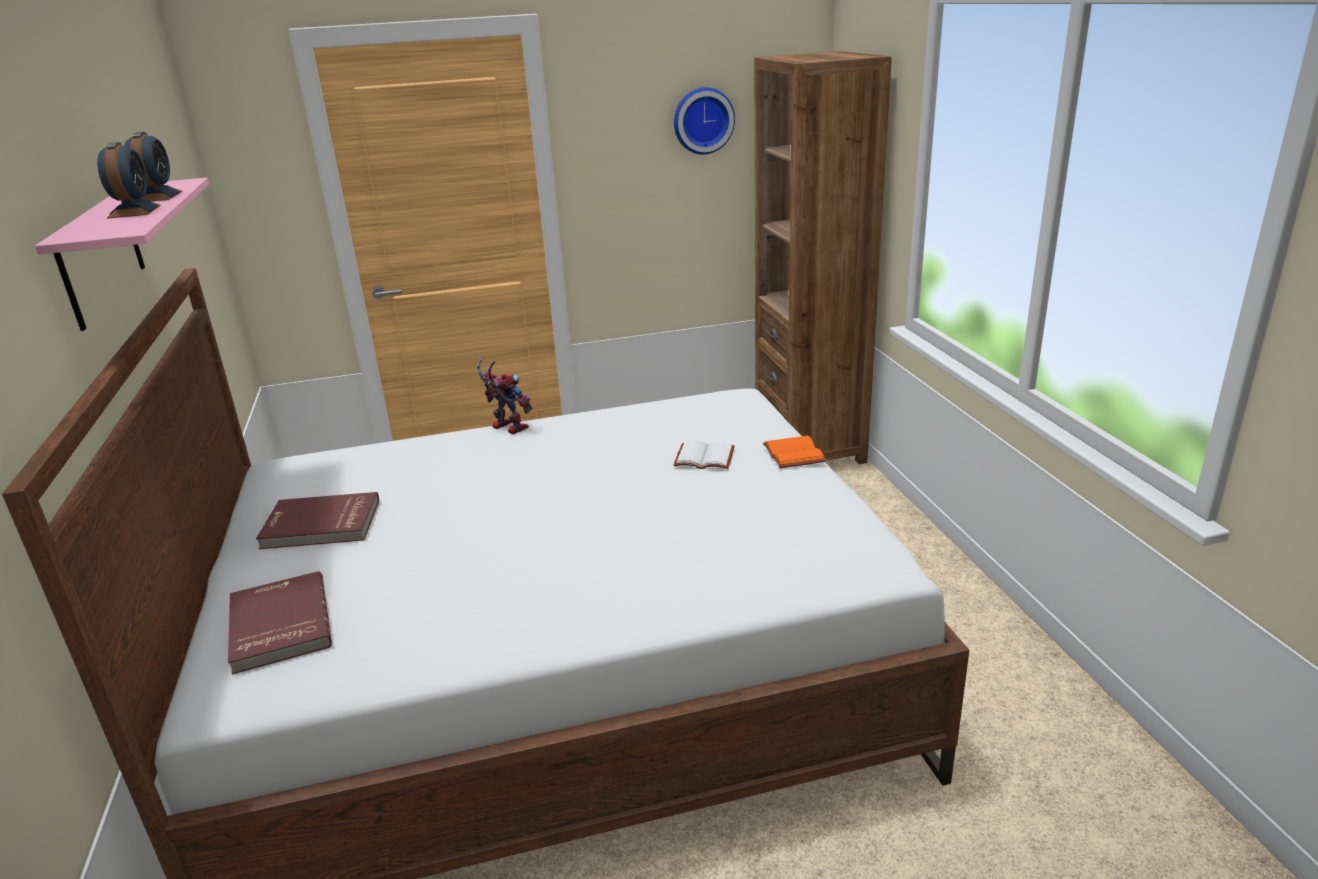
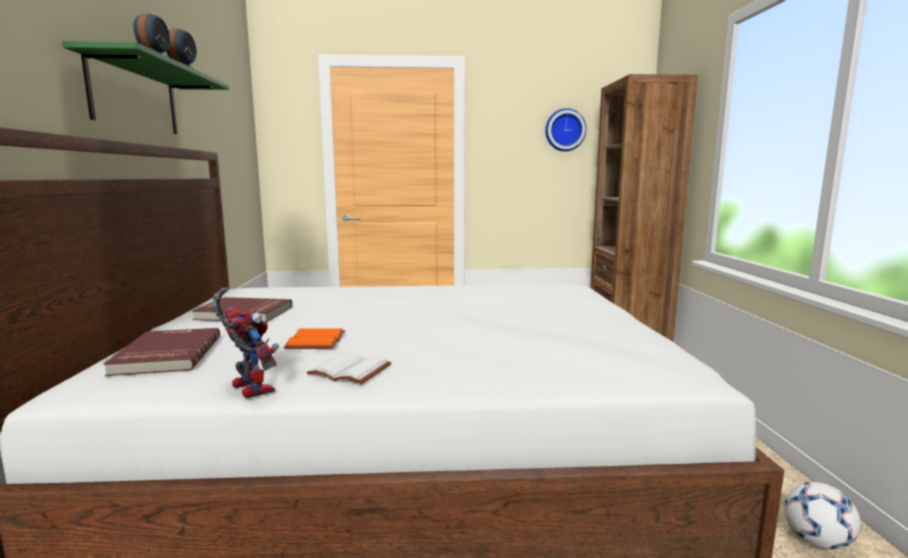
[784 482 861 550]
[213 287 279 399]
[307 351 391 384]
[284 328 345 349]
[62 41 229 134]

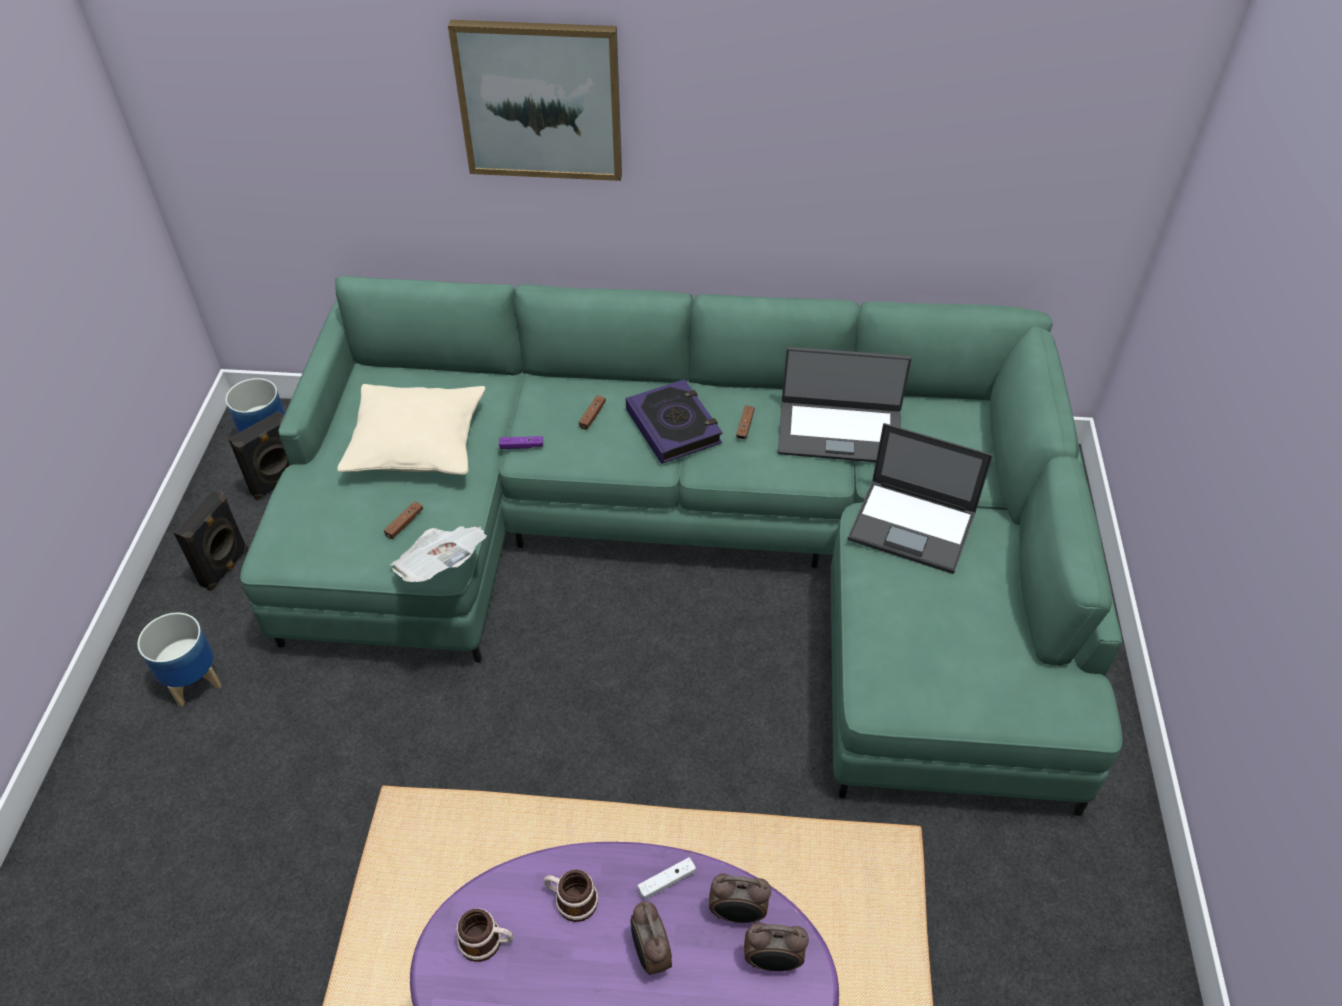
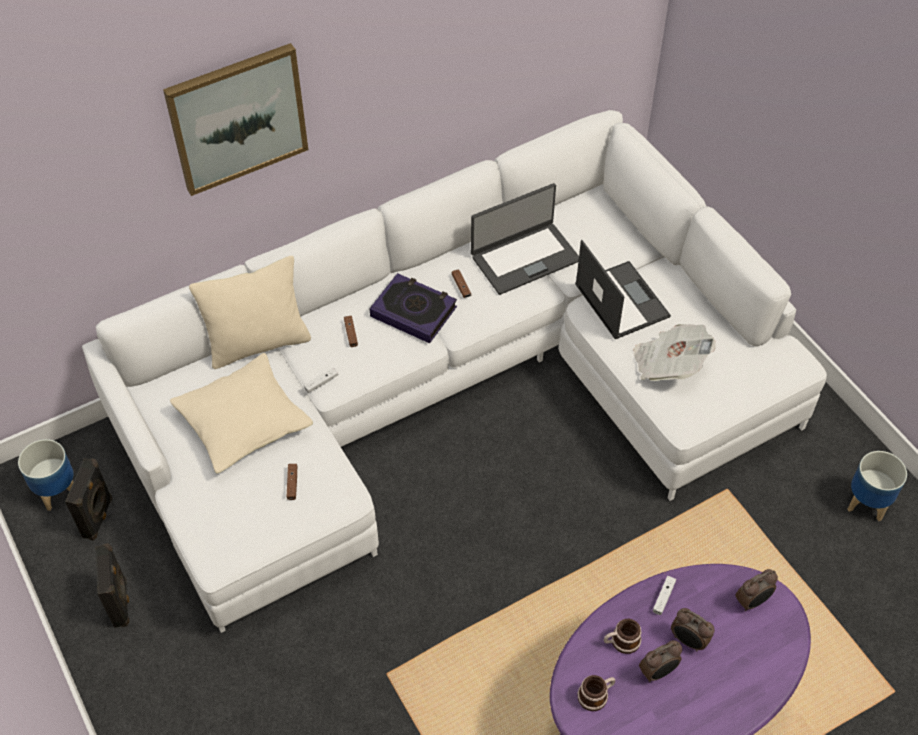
[189 256 311 369]
[847 451 907 521]
[633 324 716 381]
[639 640 682 682]
[82 110 827 633]
[304 368 338 393]
[575 240 671 339]

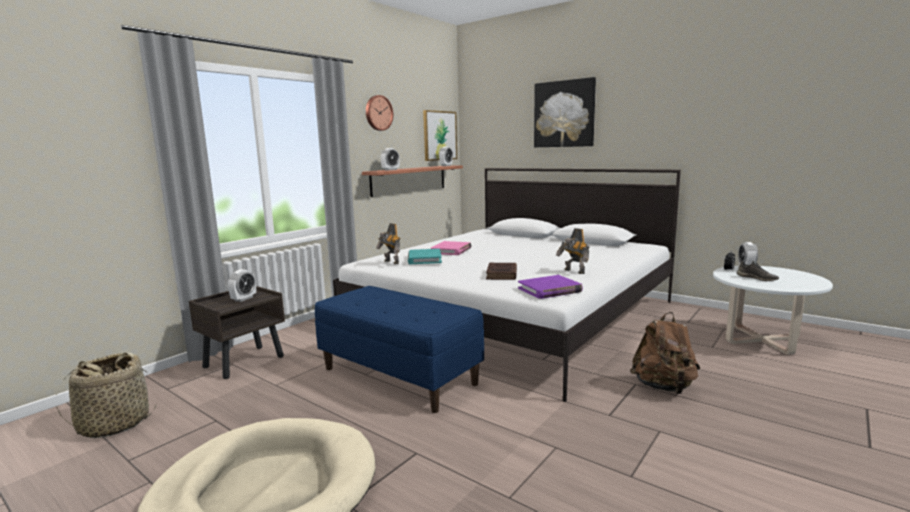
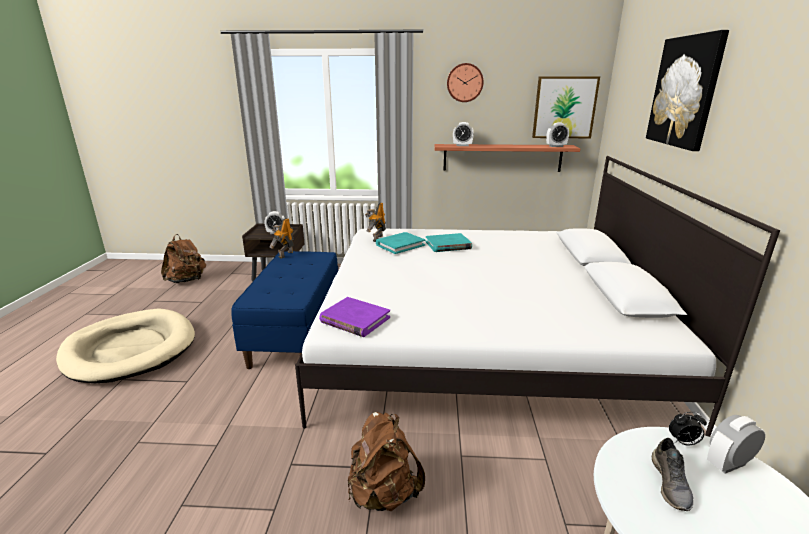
[486 263 517 280] (first image)
[270 218 294 259]
[161 234 206 283]
[426 233 472 252]

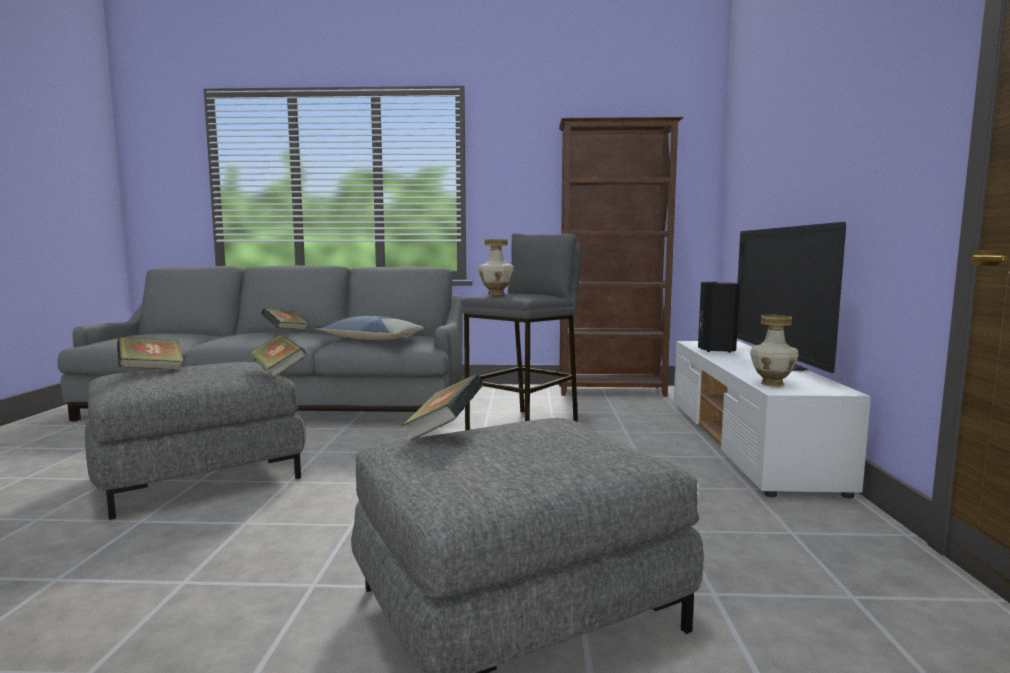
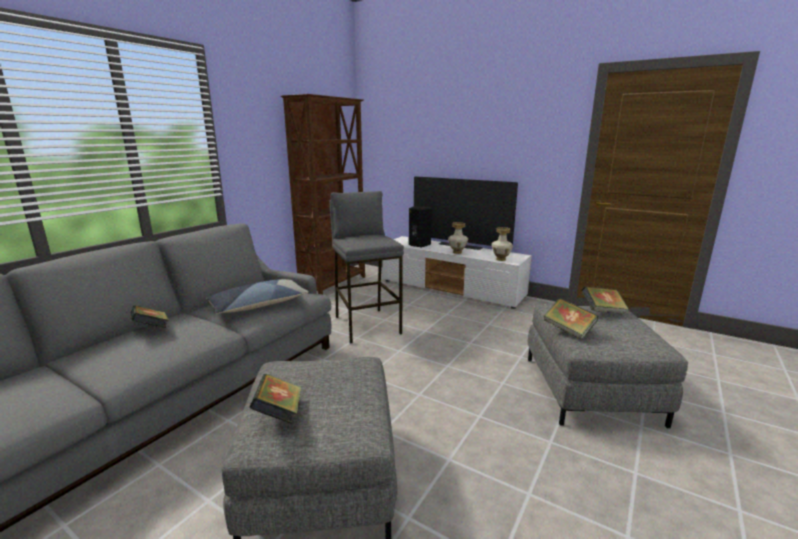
[582 286 628 314]
[448 222 468 254]

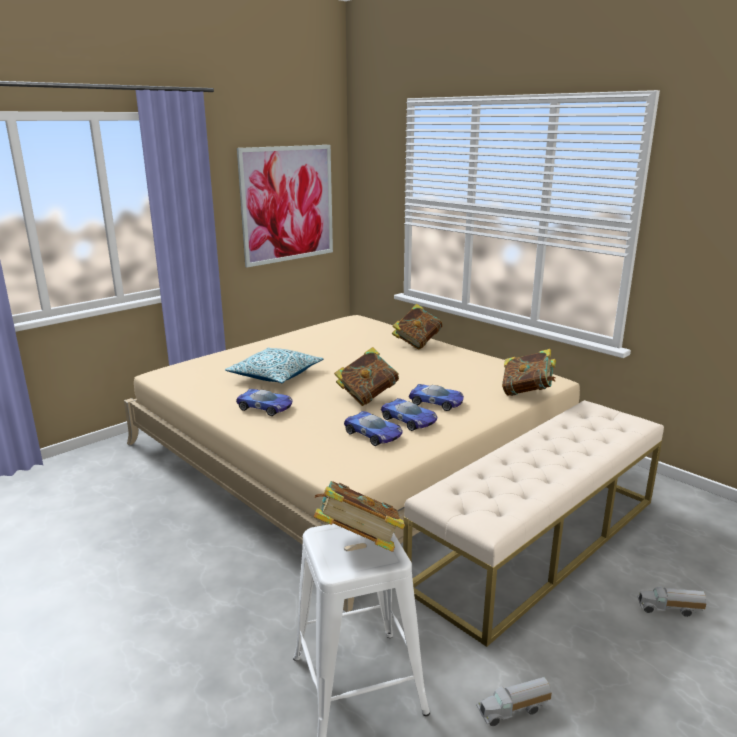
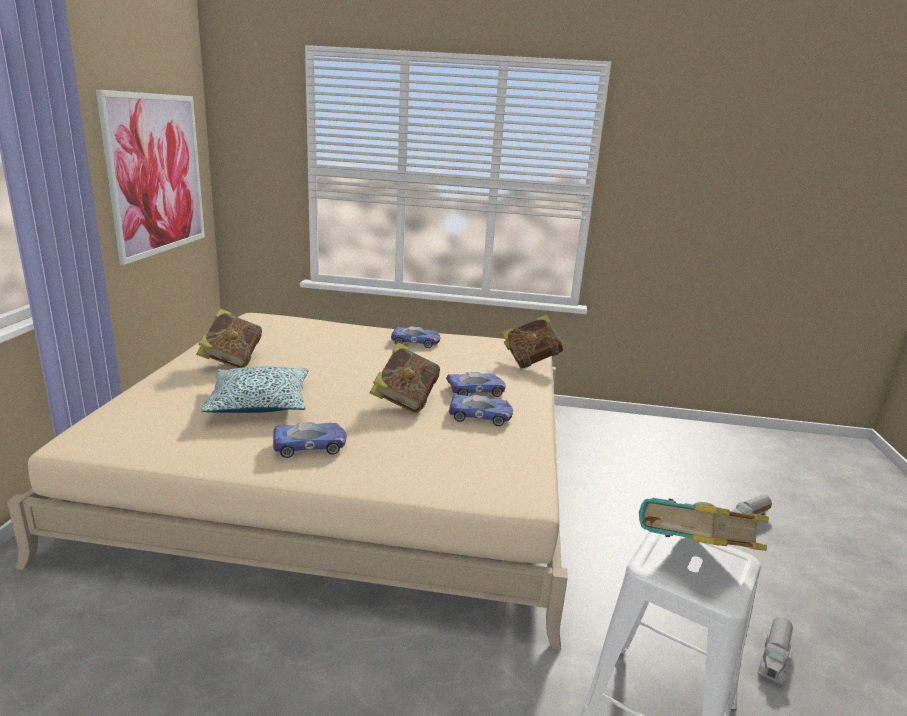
[403 400 664 647] (first image)
[391 326 441 348]
[196 309 262 368]

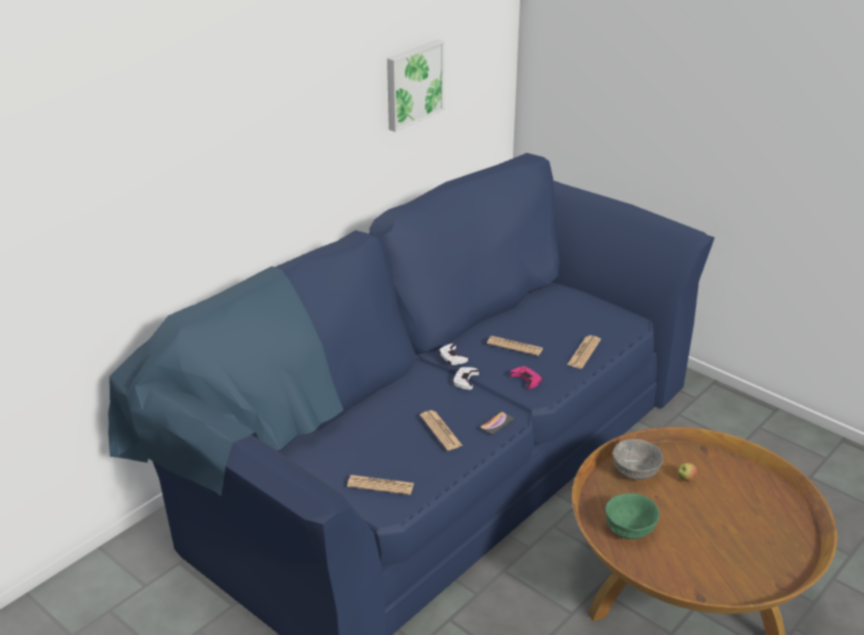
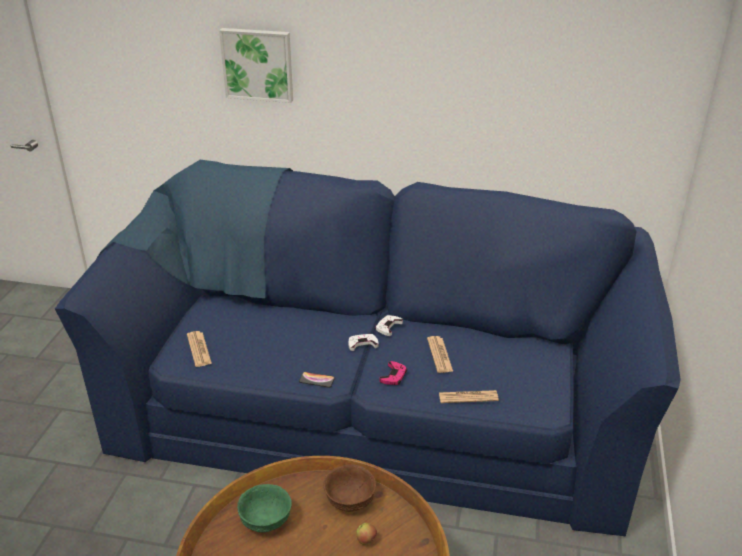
[420 410 463 450] (first image)
[219 28 293 103]
[323 465 376 512]

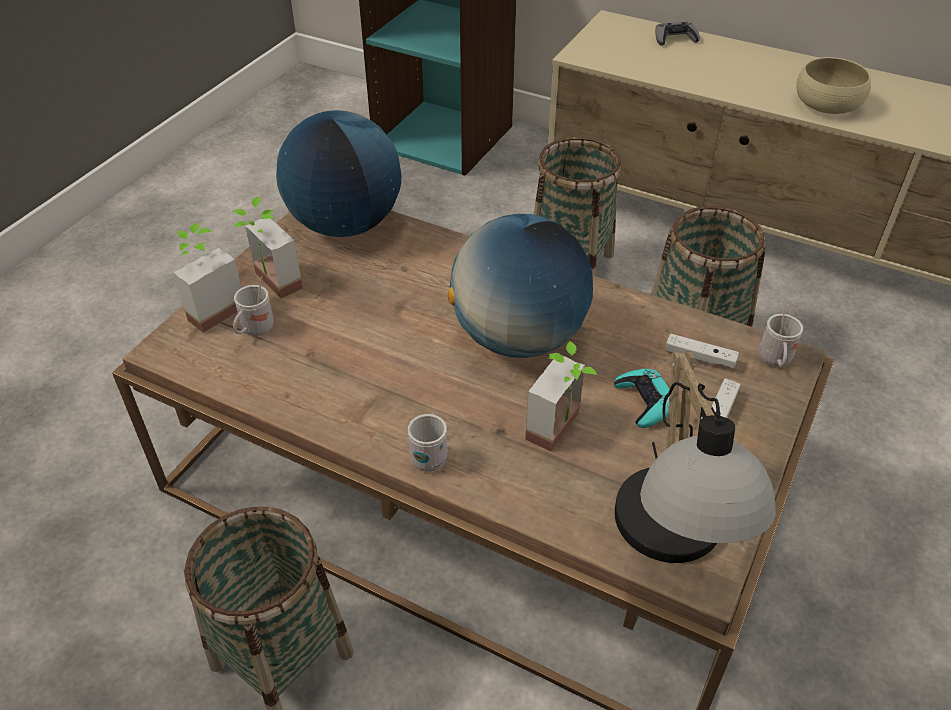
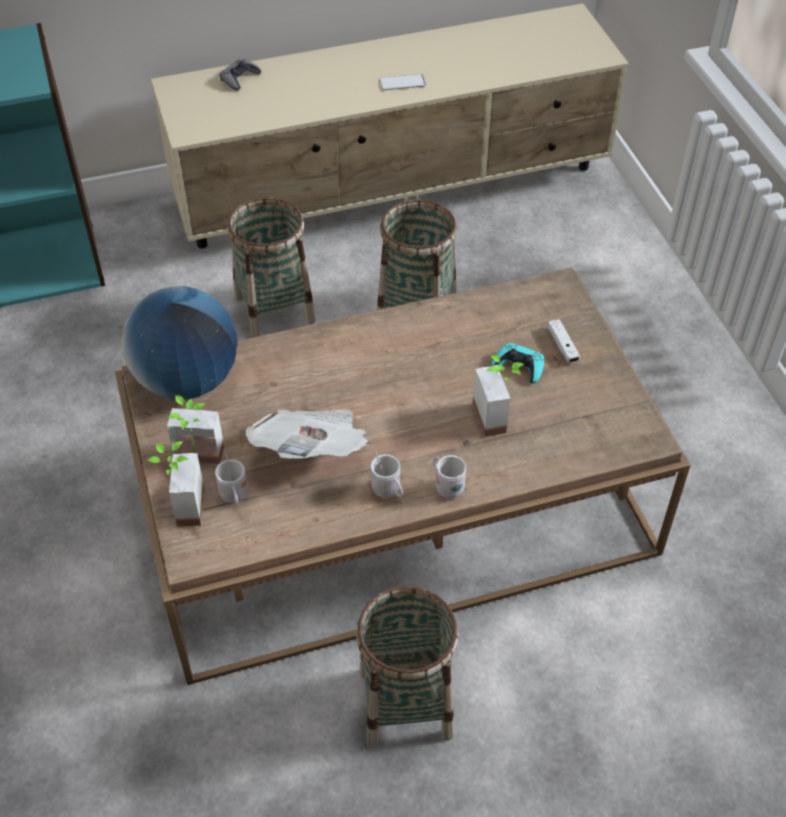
[447 214 593 358] (first image)
[614 351 776 563] (first image)
[666 334 739 368] (first image)
[245 409 369 459]
[371 449 403 498]
[380 74 426 90]

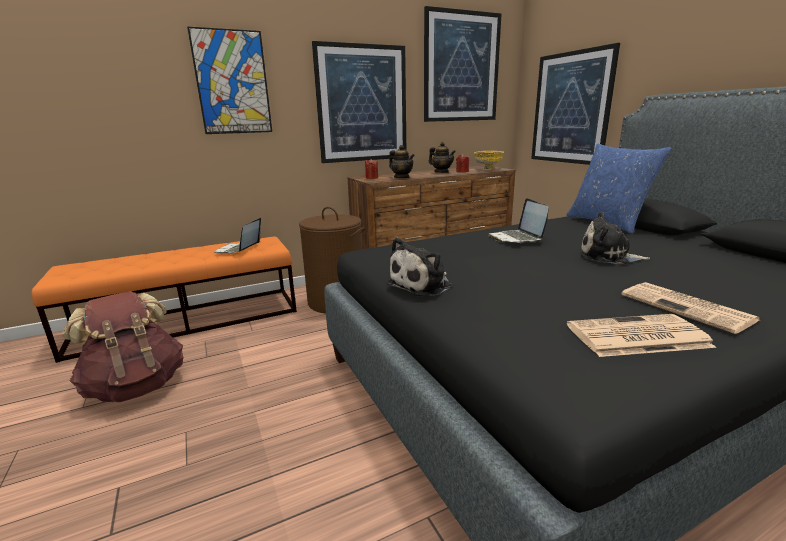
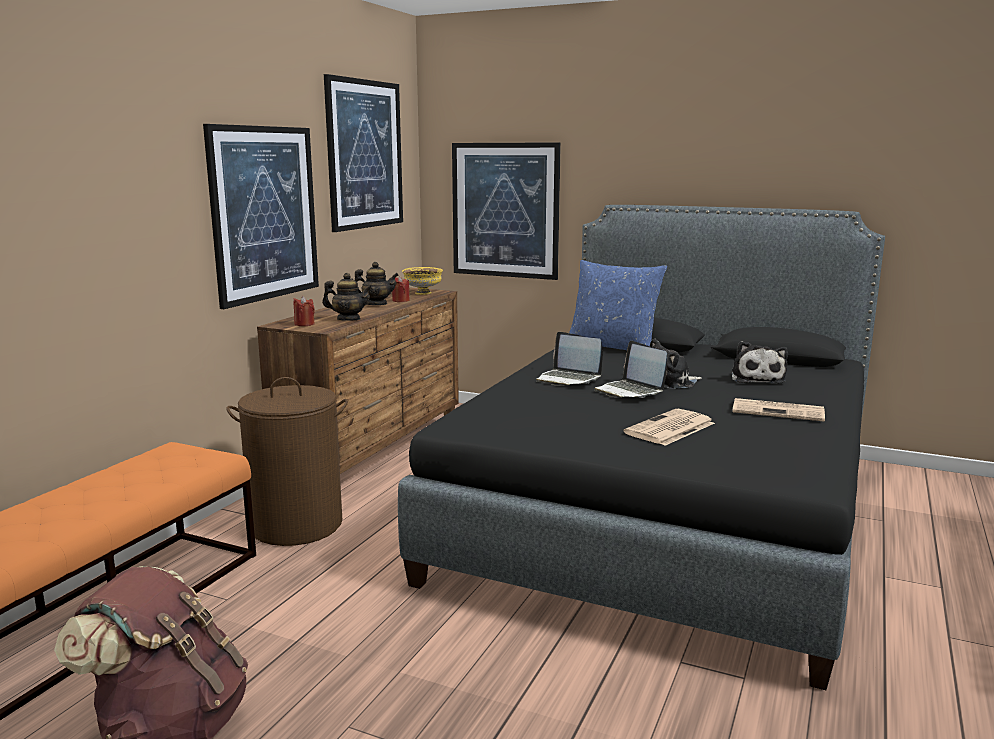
[187 27 272 134] (first image)
[594 341 667 398]
[731 341 788 383]
[624 409 715 446]

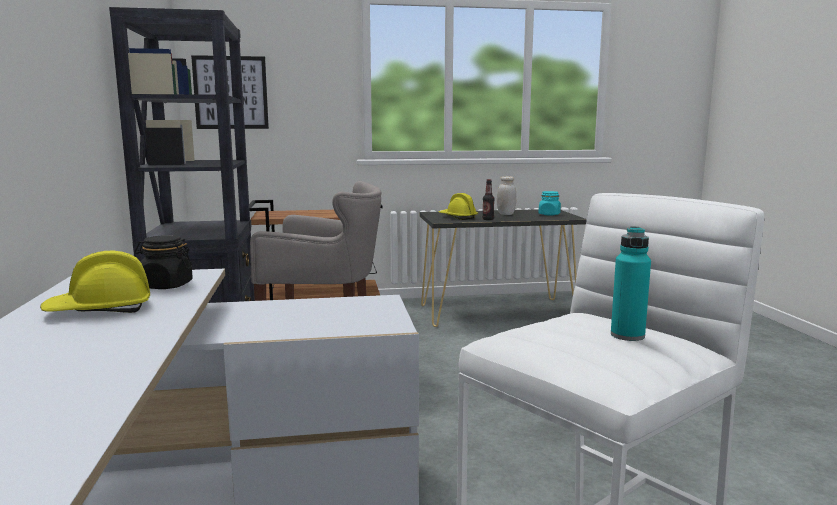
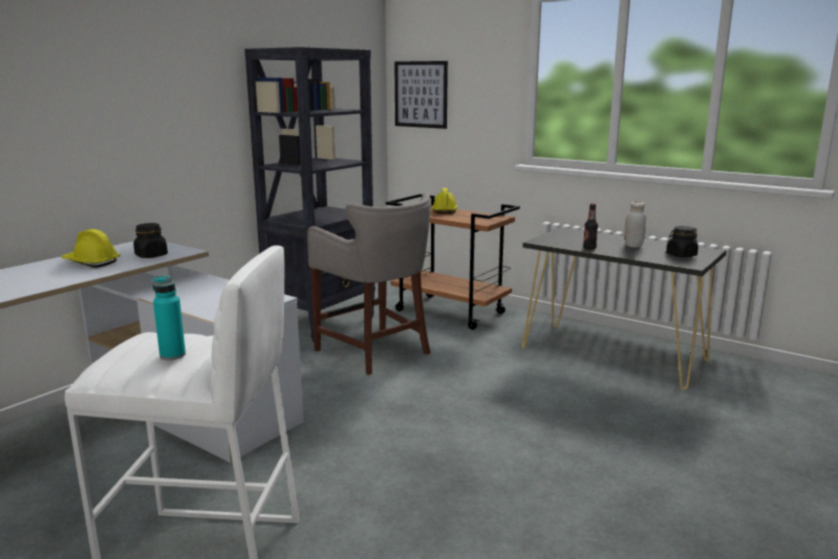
[432 188 458 214]
[666 226 698 257]

